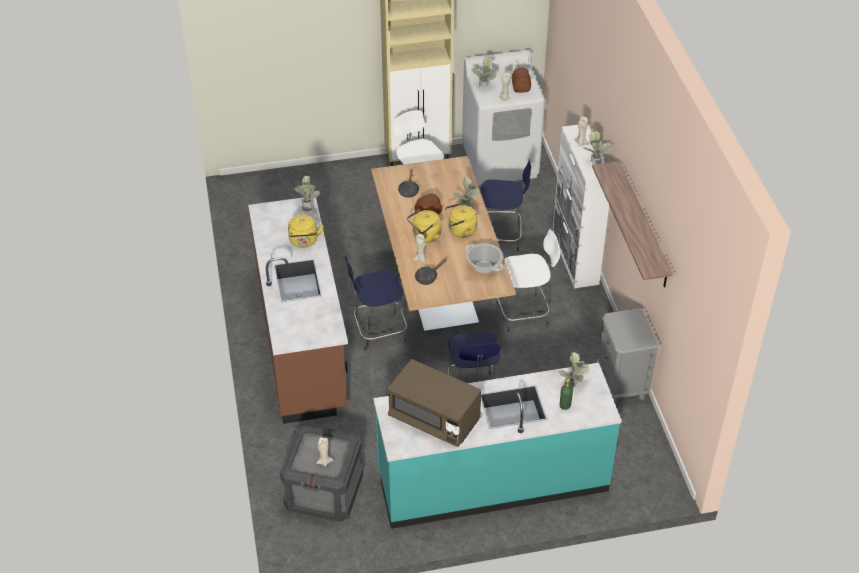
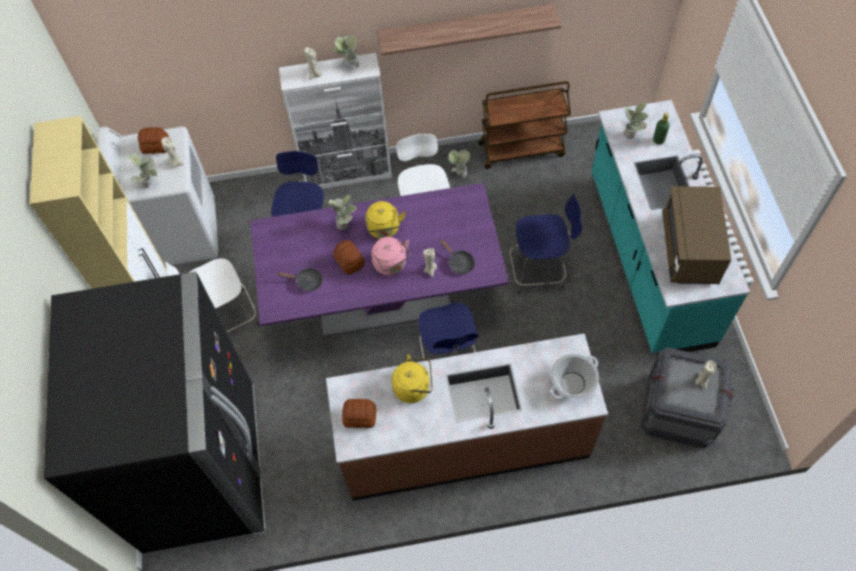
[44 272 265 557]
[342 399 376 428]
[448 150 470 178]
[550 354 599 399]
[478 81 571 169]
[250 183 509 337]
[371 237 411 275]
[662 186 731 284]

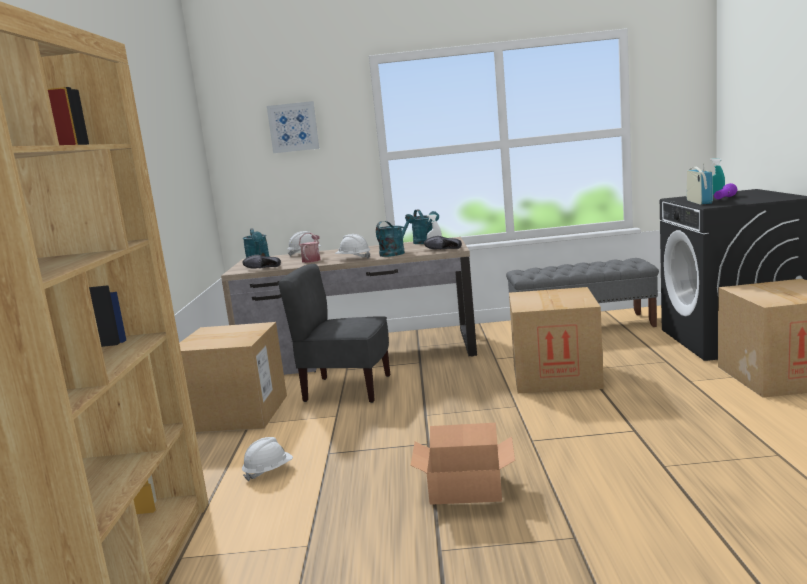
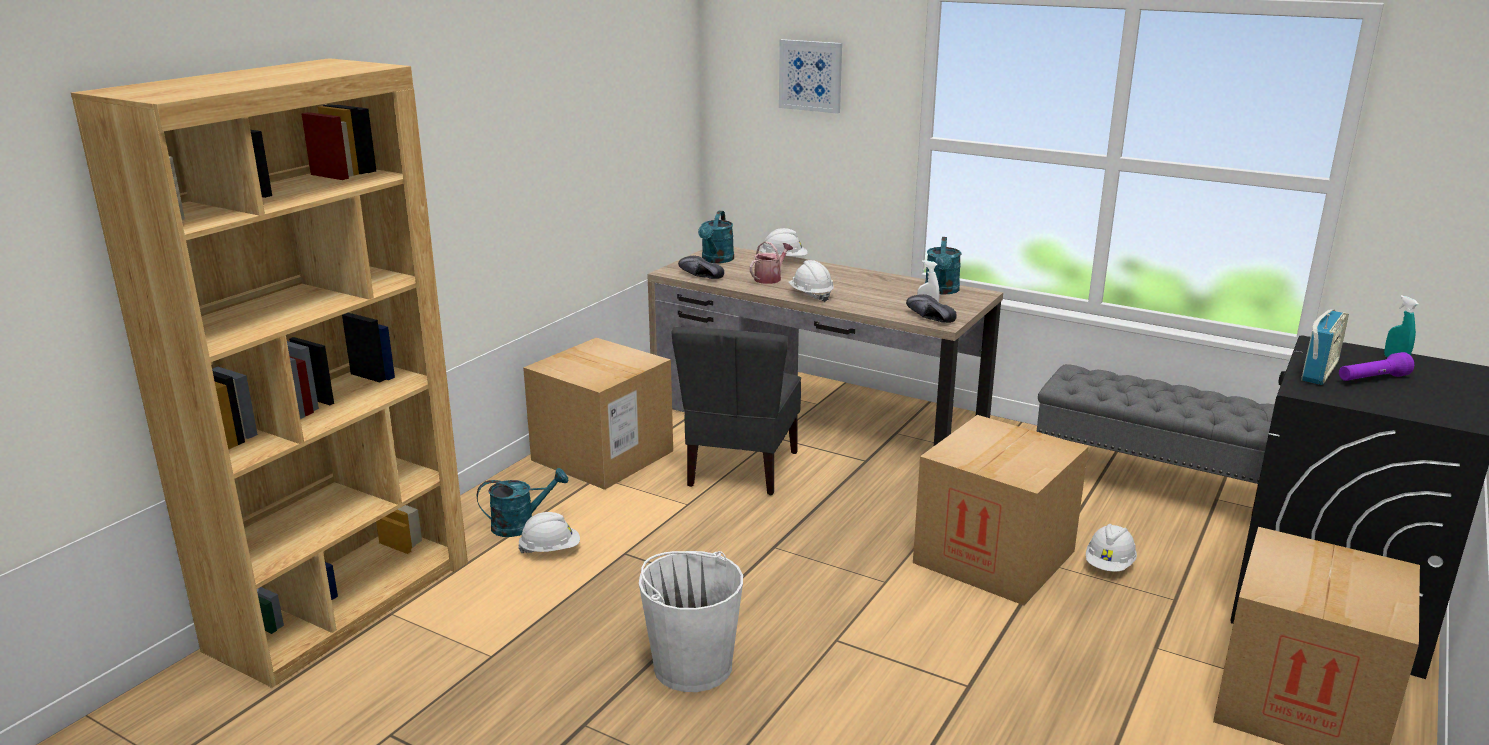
[1086 524 1137 572]
[477 468 568 537]
[639 551 743 692]
[671 327 801 495]

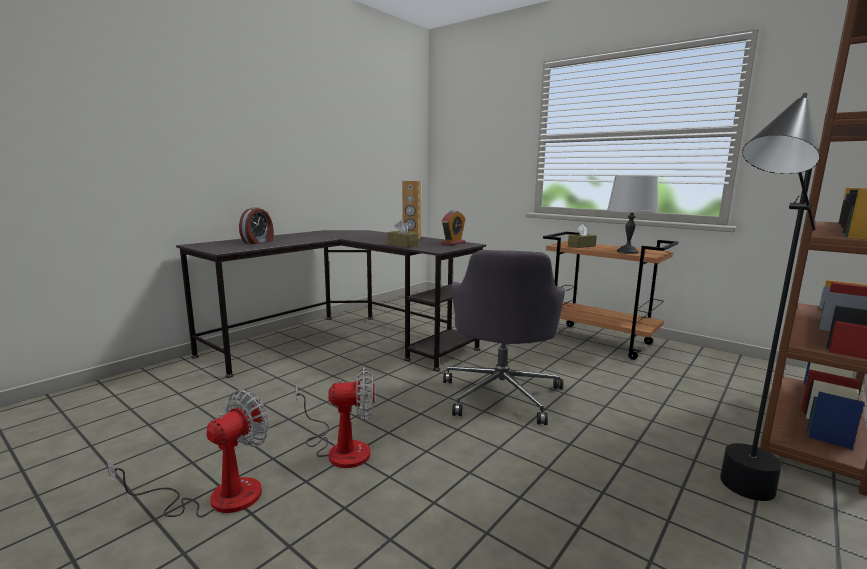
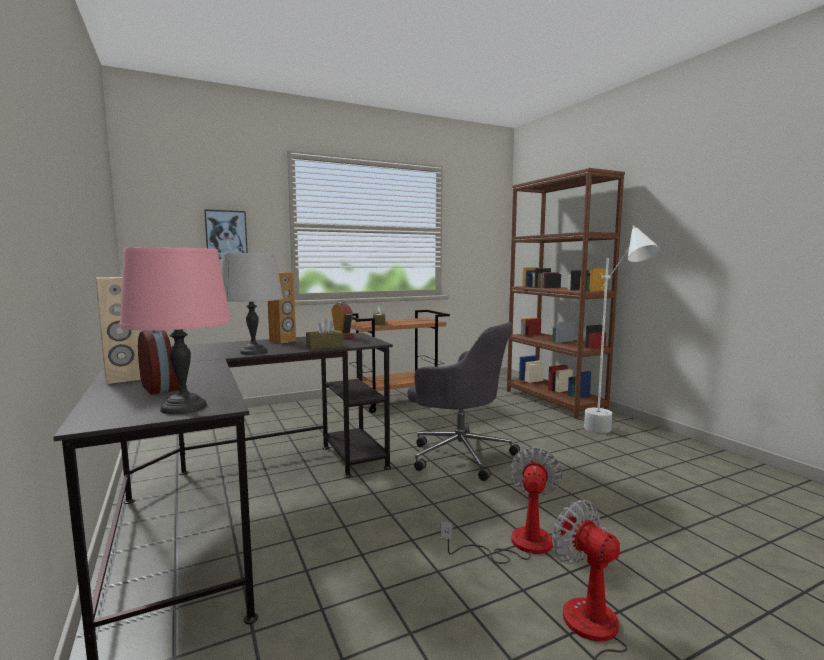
[95 277 140 384]
[119 248 231 415]
[204 209 248 259]
[221 253 283 355]
[584 225 660 433]

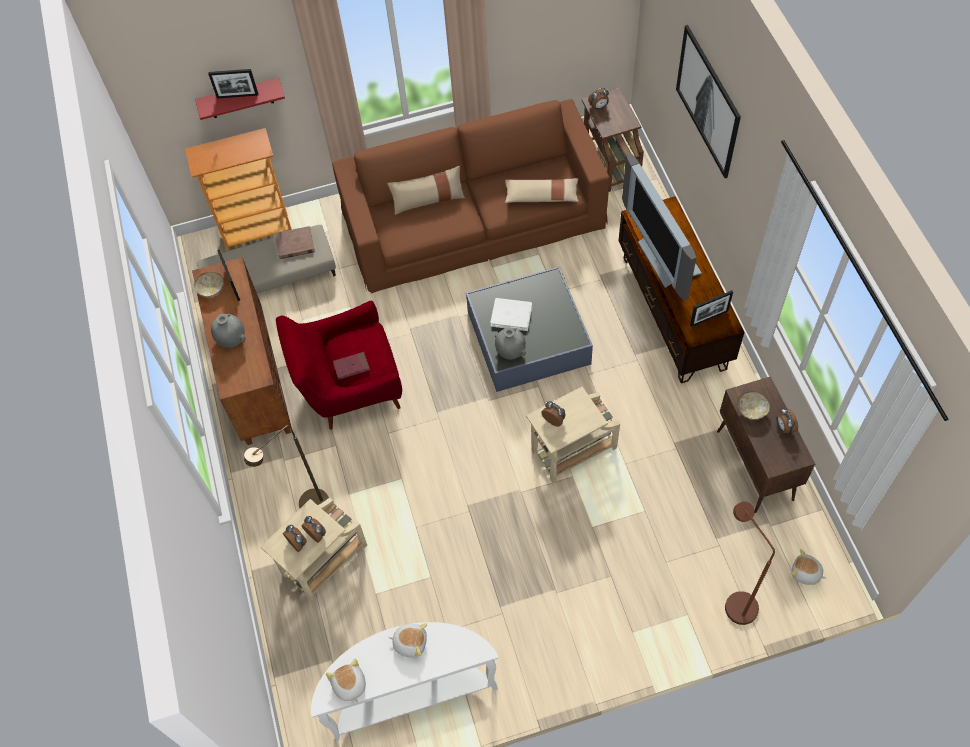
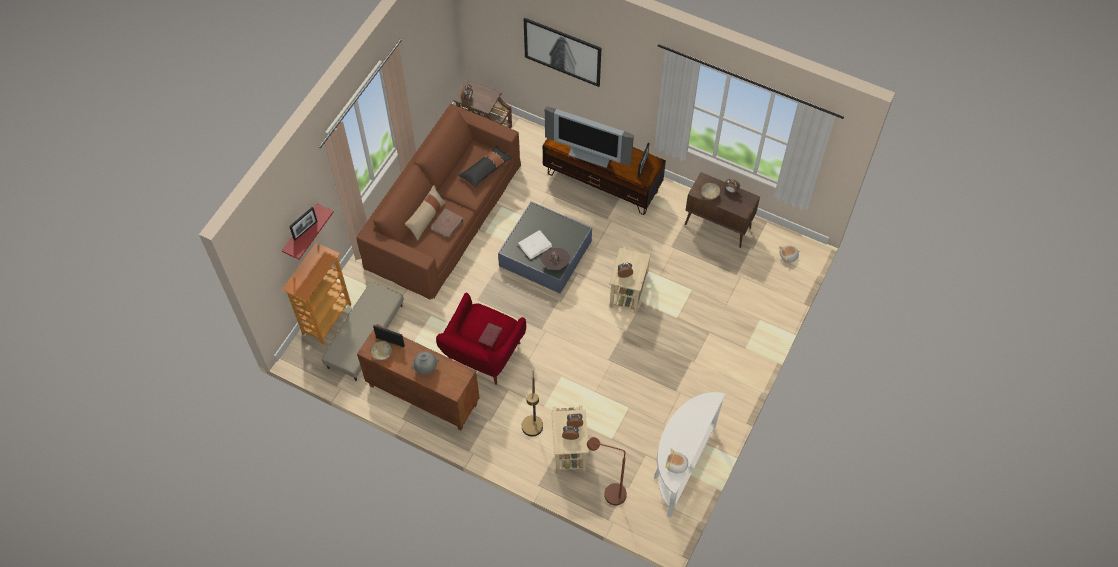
[388 624 427 658] (first image)
[431 208 464 238]
[587 437 627 505]
[541 248 570 270]
[458 146 512 187]

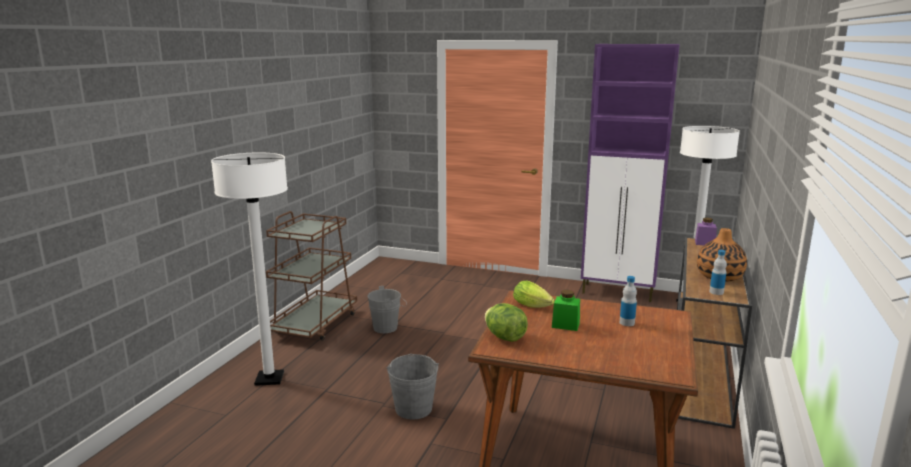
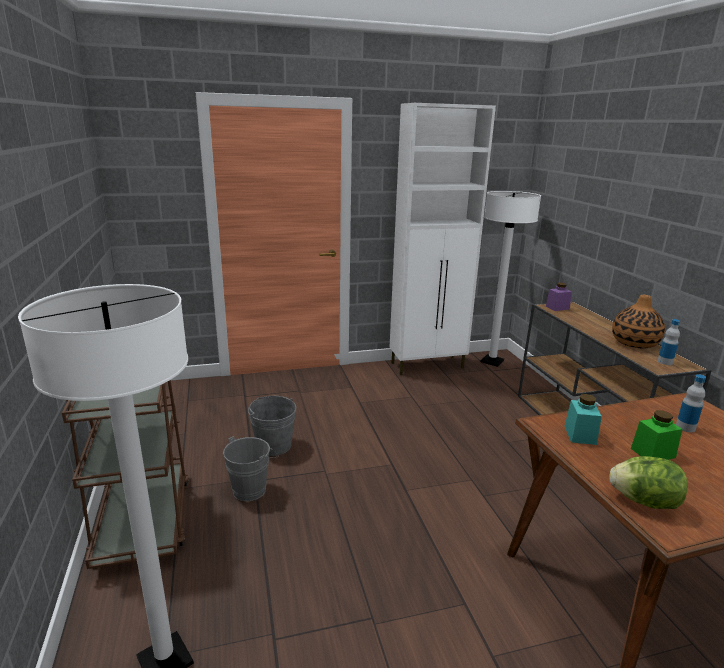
[248 396 296 456]
[565 394 602 445]
[390 103 496 375]

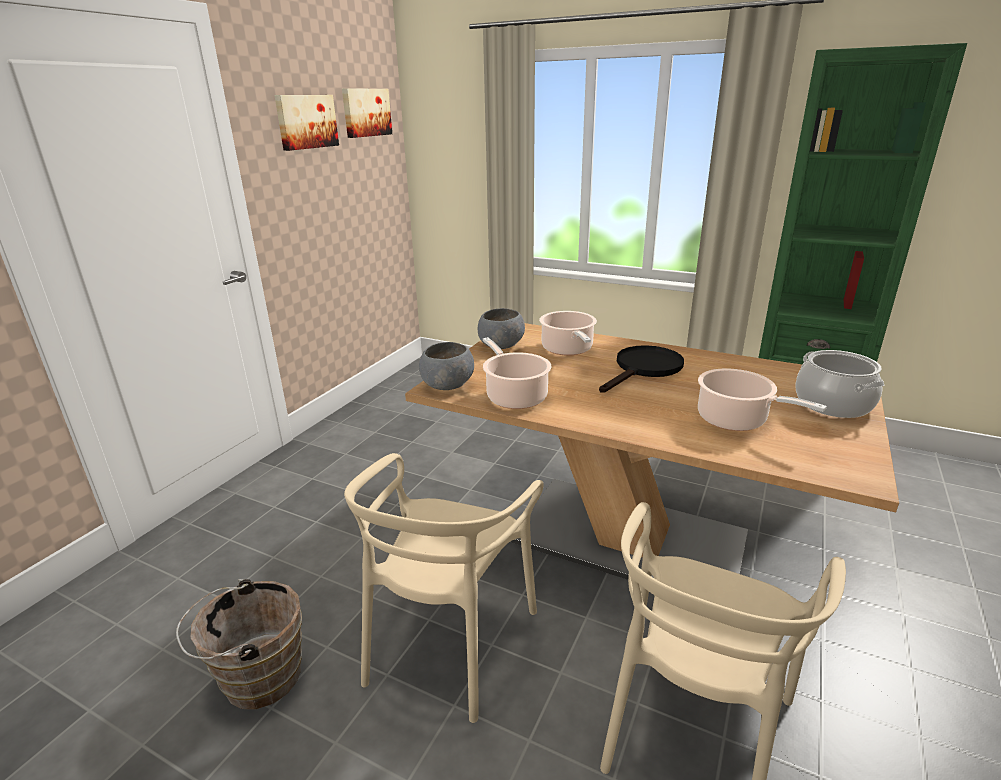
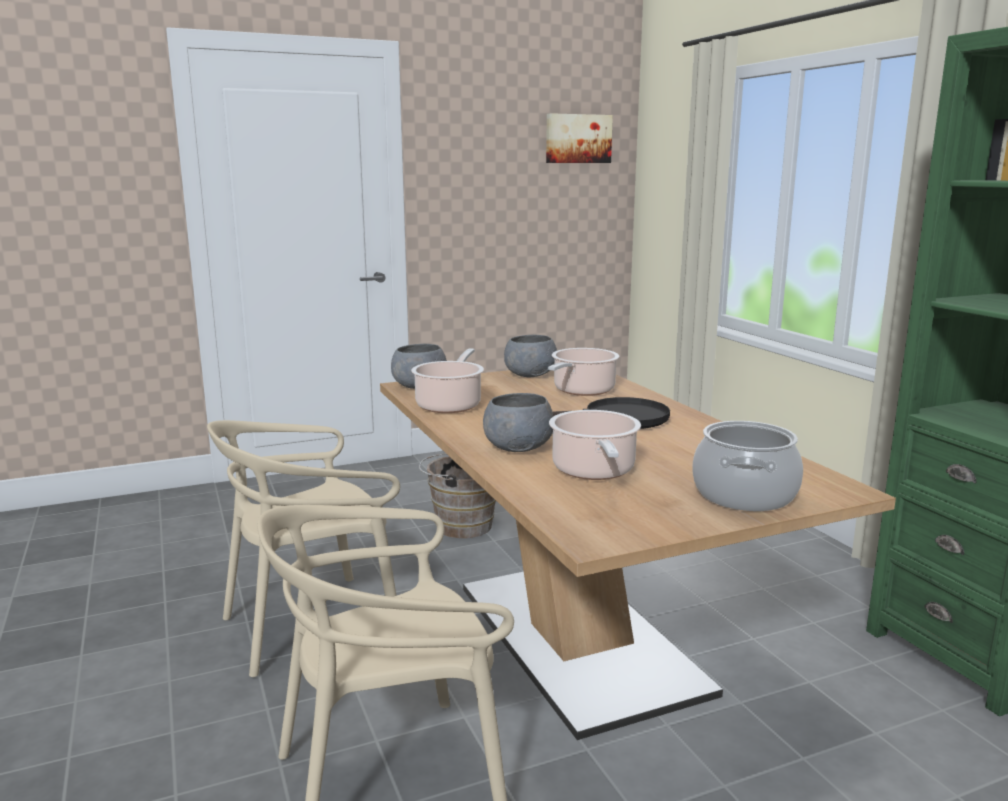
[274 95 339 151] (first image)
[483 393 553 452]
[419 453 496 538]

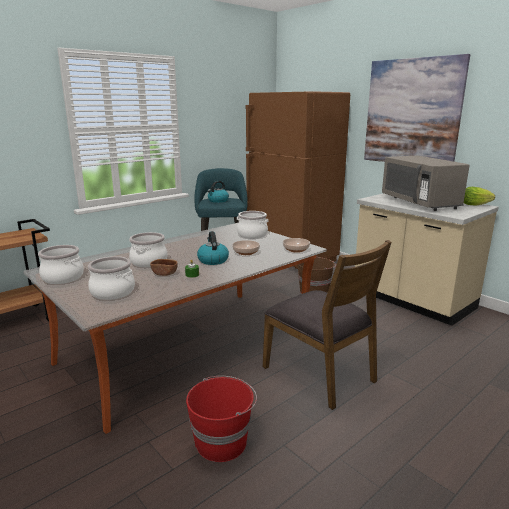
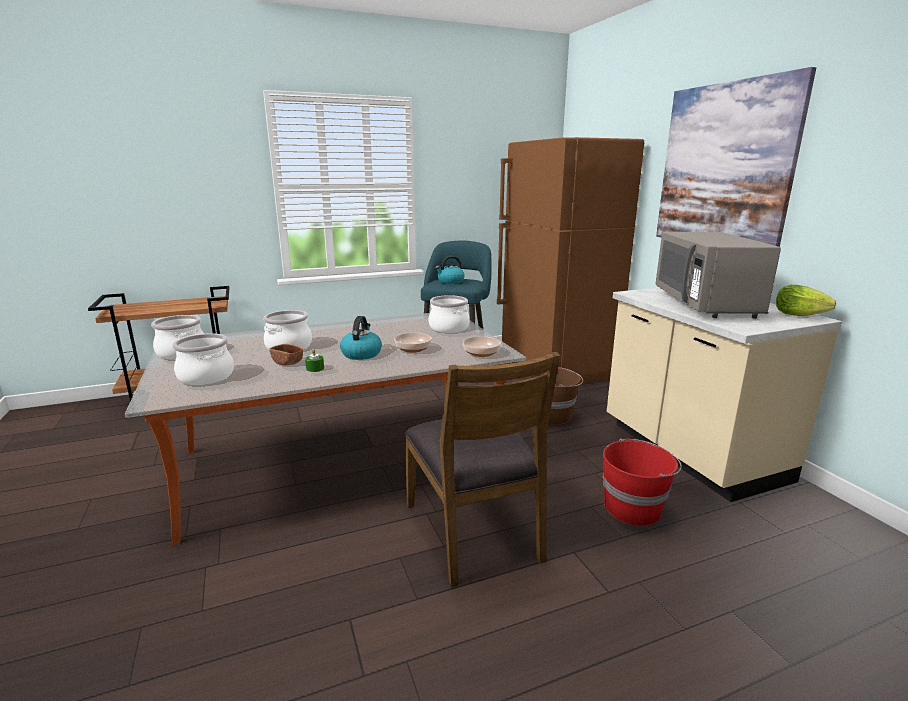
[603 439 682 526]

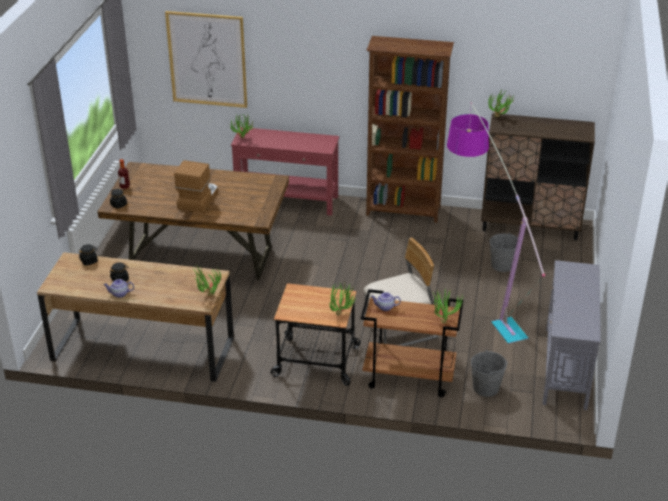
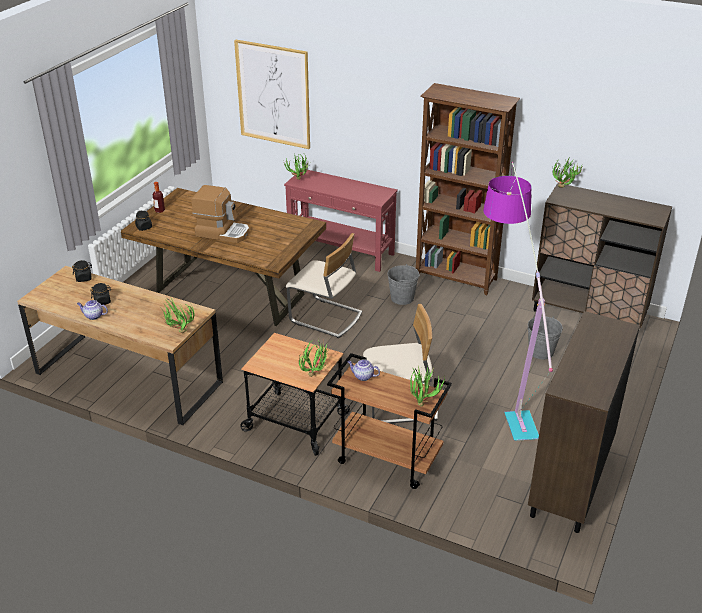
[286 233 362 338]
[387 264 420 305]
[528 311 640 533]
[192 185 250 243]

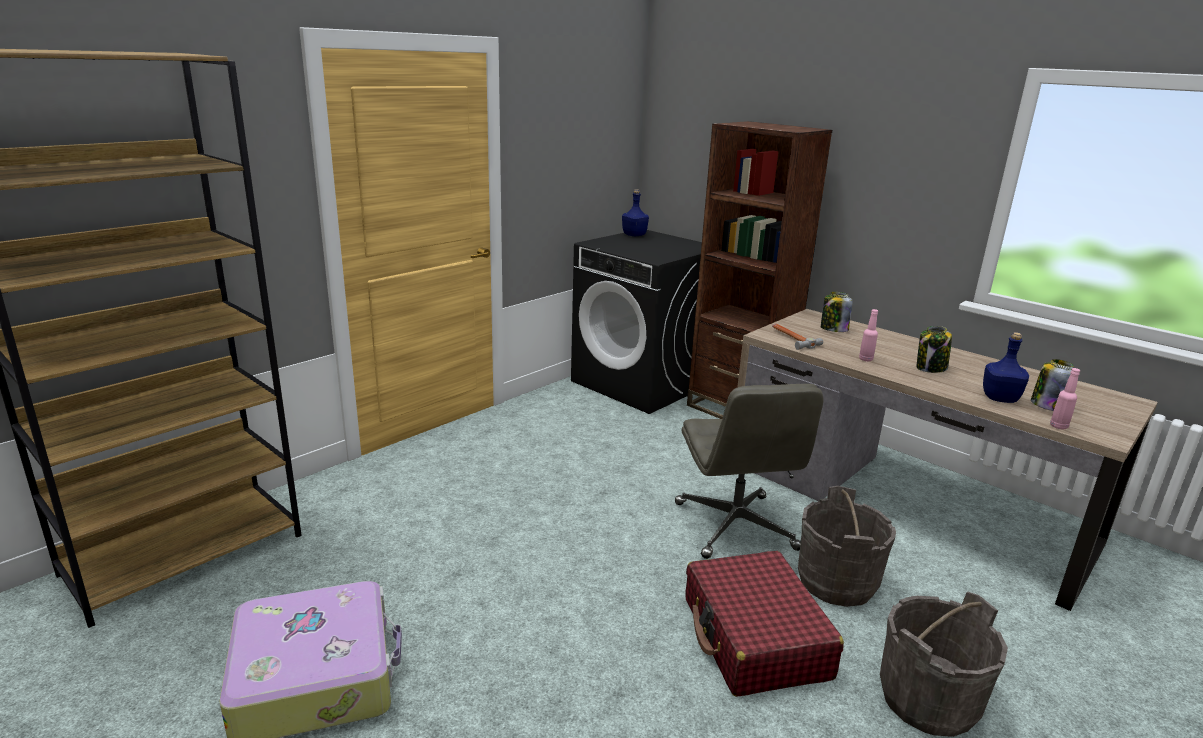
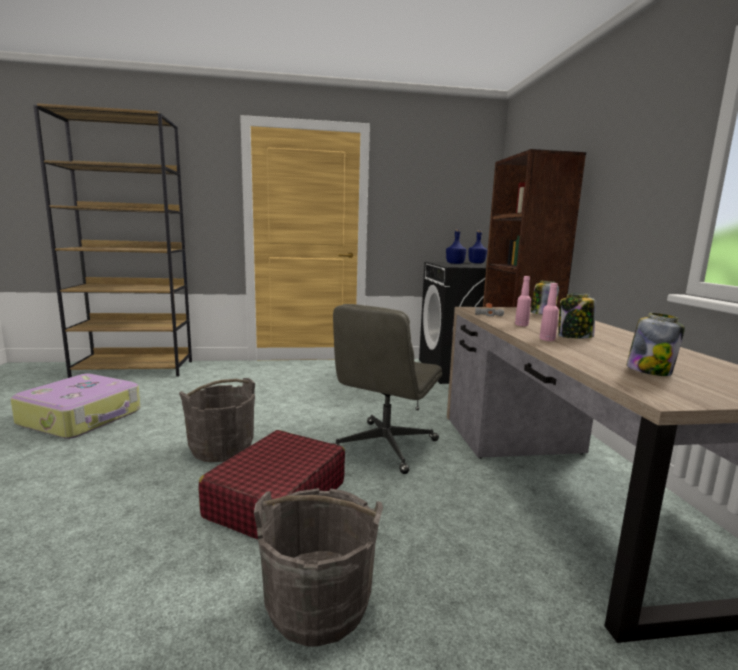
[179 378 255 462]
[446 229 467 264]
[540 283 559 341]

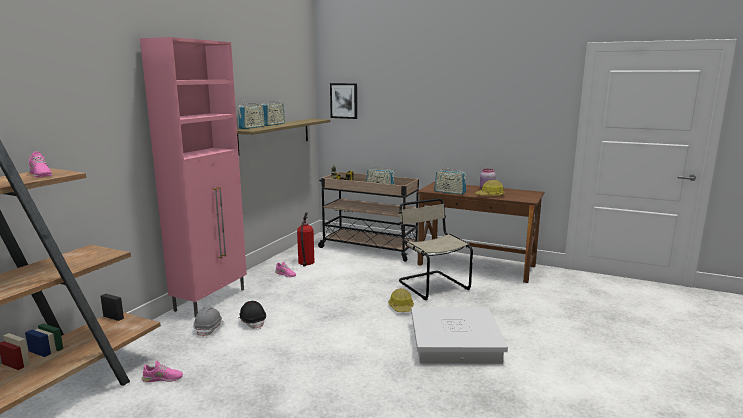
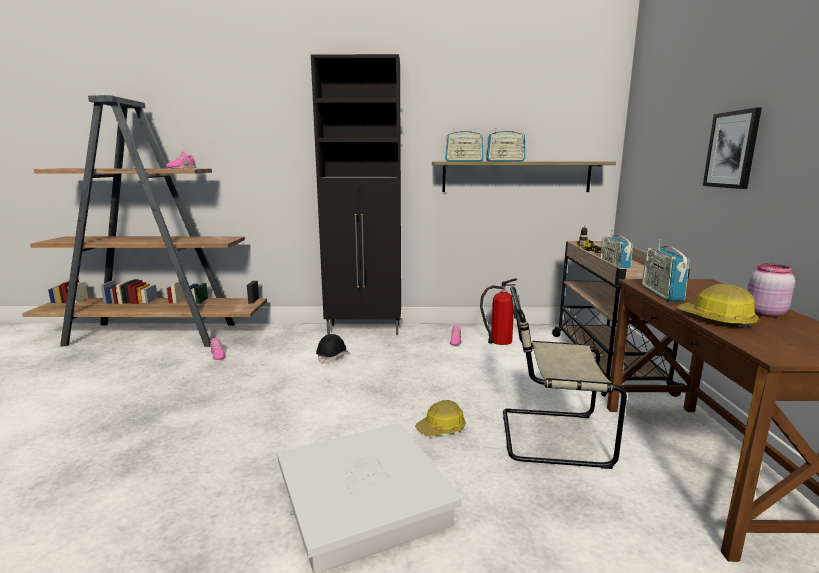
[193 307 222 337] (first image)
[703 108 762 189]
[311 54 401 335]
[503 286 627 469]

